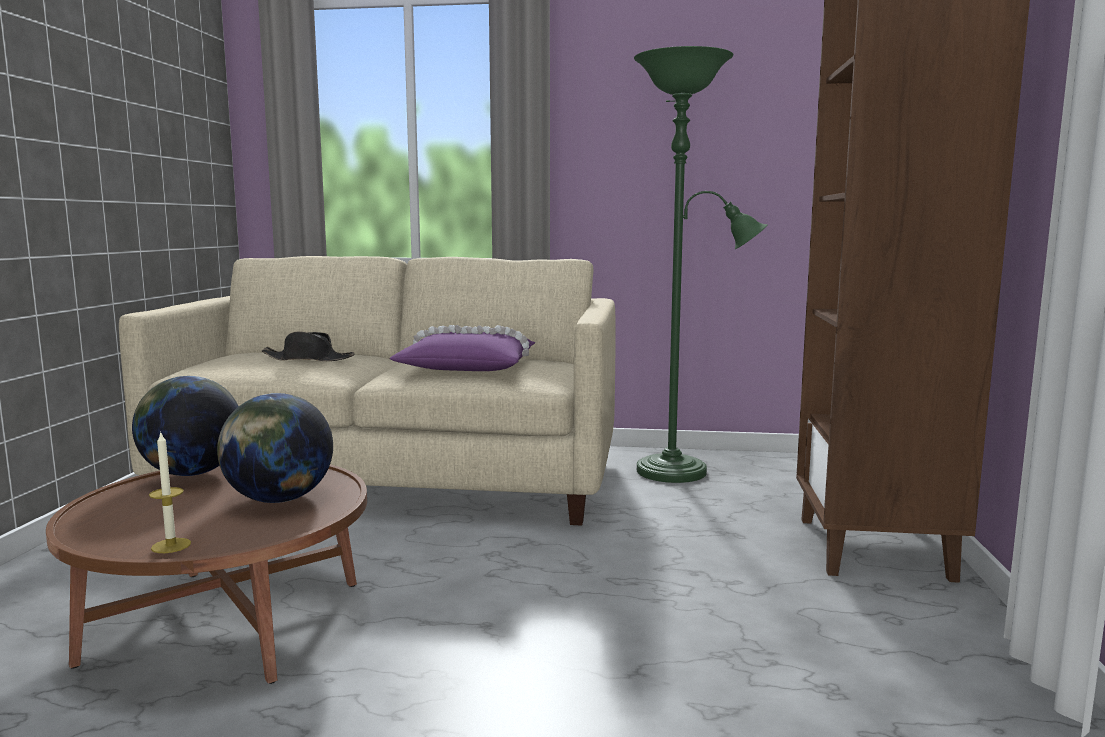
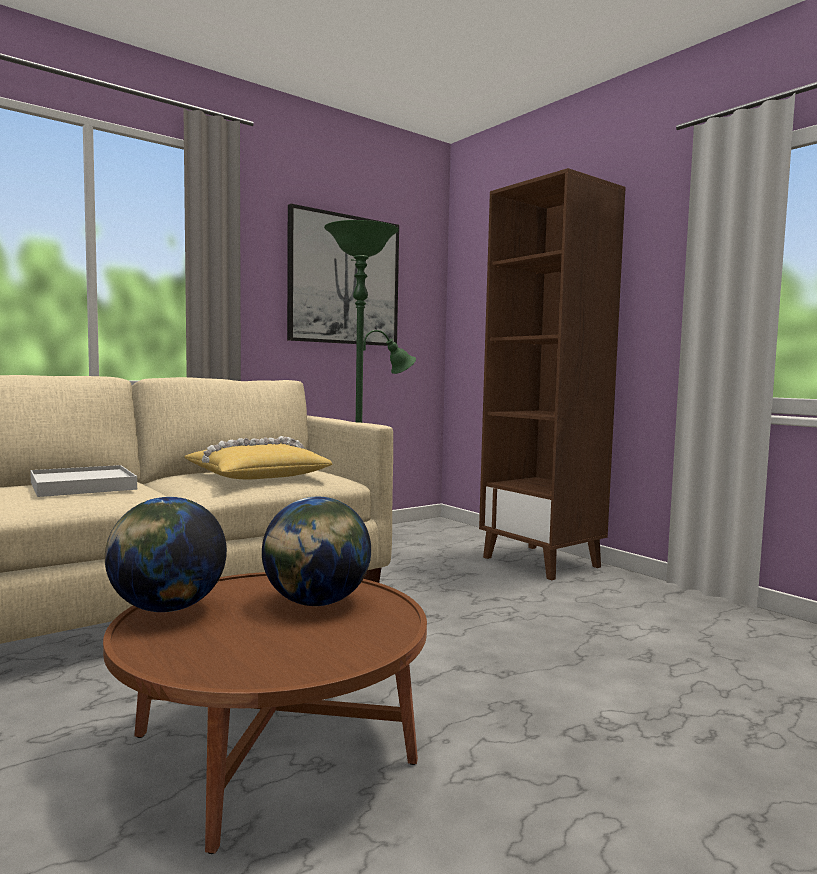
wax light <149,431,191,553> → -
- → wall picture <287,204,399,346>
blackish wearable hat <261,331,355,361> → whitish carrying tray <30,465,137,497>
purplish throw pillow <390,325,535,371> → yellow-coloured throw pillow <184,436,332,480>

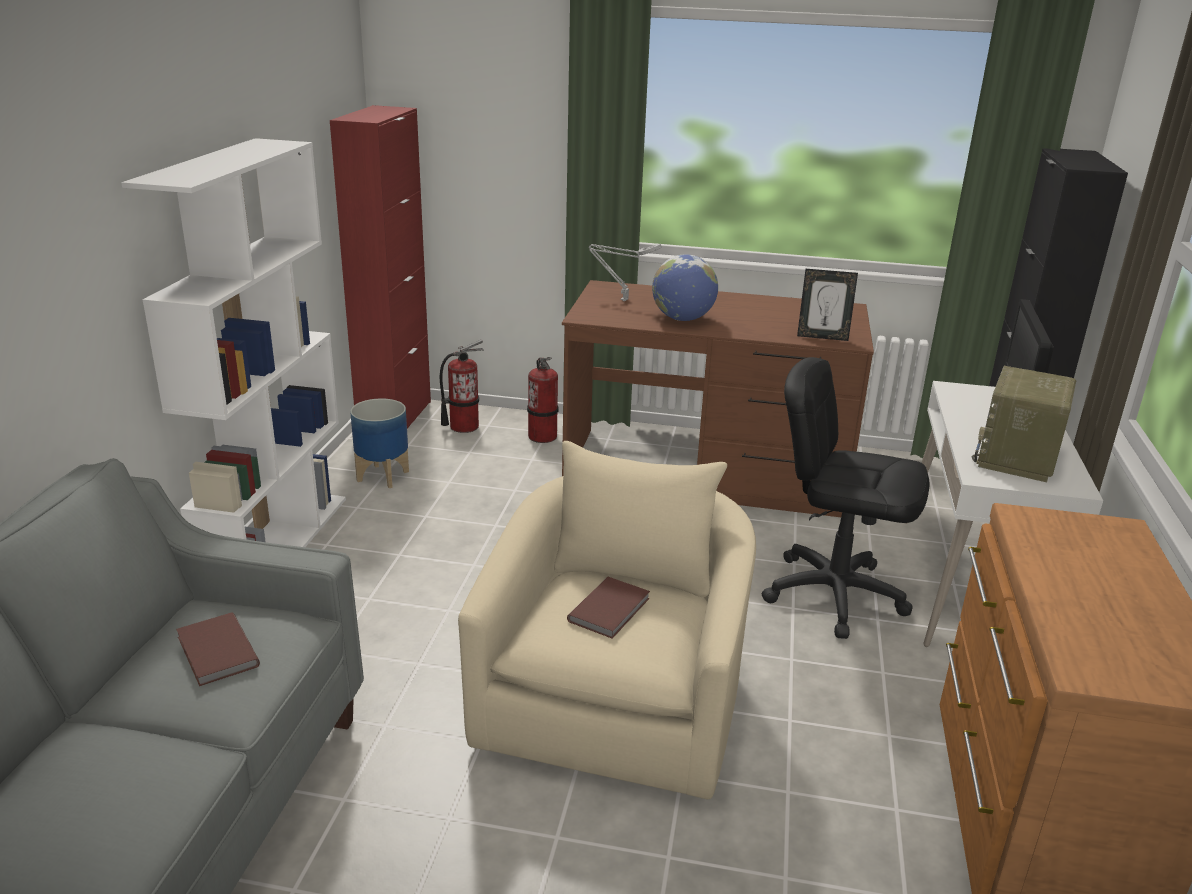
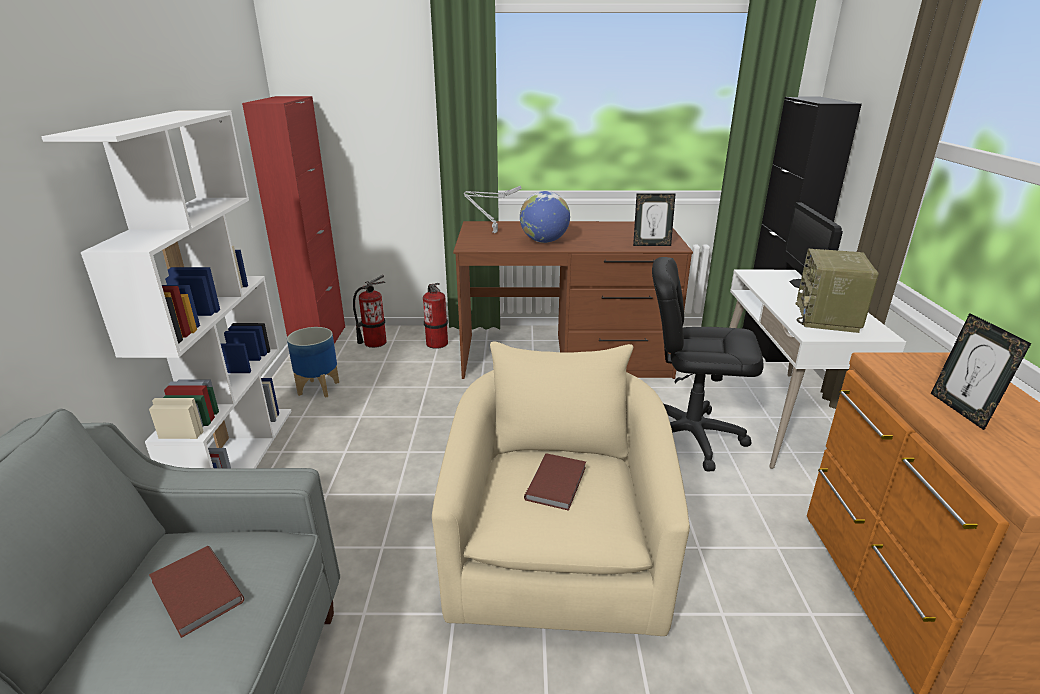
- → picture frame <931,313,1031,430>

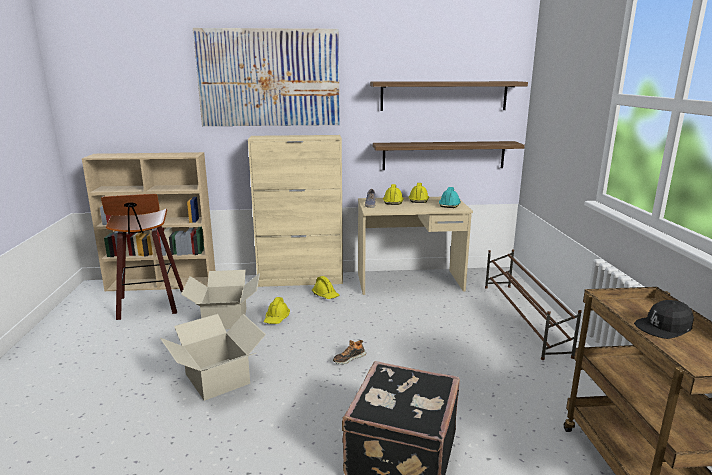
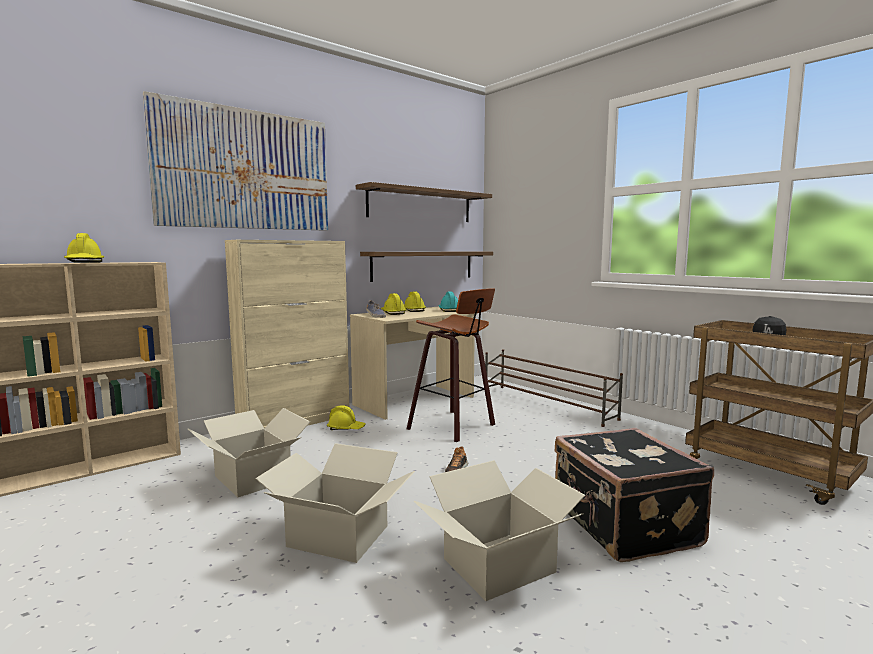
- → cardboard box <414,460,585,601>
sitting stool <101,194,184,320> → sitting stool <407,288,495,442>, shifted
yellow-coloured work helmet <264,297,290,324> → yellow-coloured work helmet <64,233,104,263>, shifted

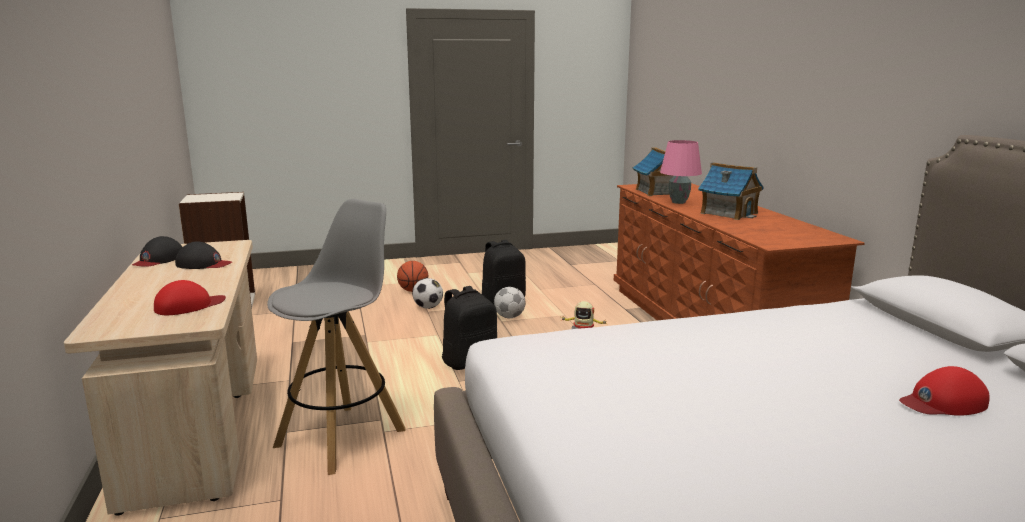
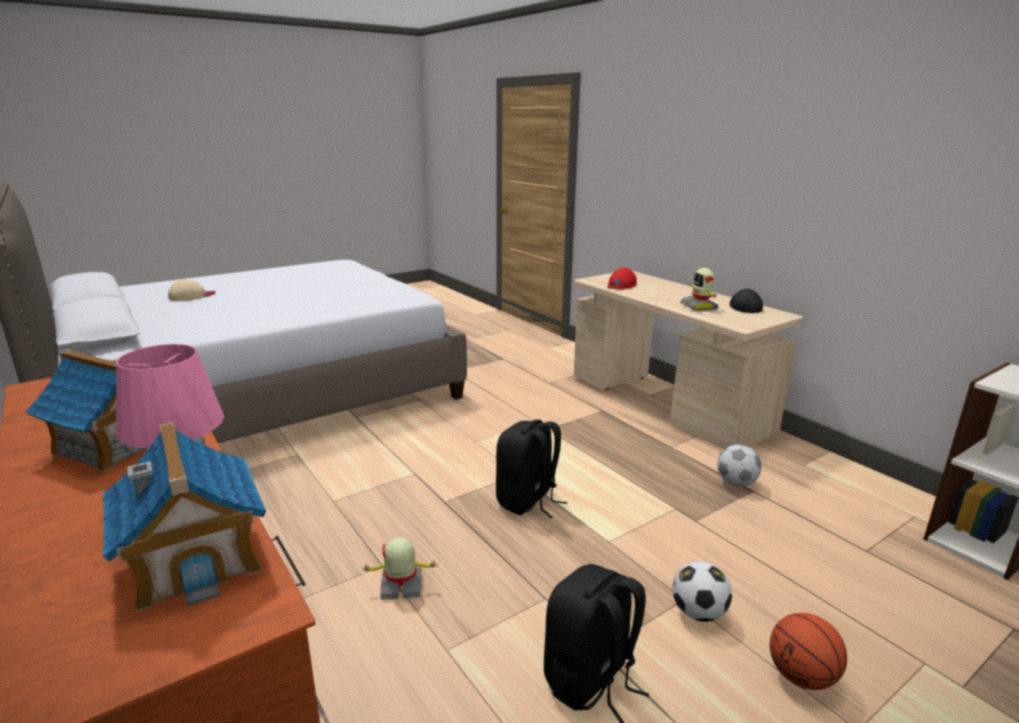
gray sitting stool <267,199,405,475> → -
football <494,287,526,318> → football <717,444,762,487>, shifted
blackish peaked cap <175,241,232,269> → model robot <680,268,719,311>
reddish peaked cap <899,366,990,416> → sand-coloured peaked cap <168,279,216,301>

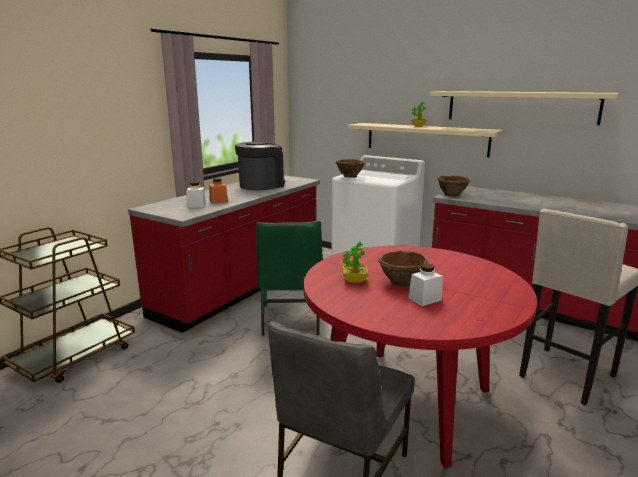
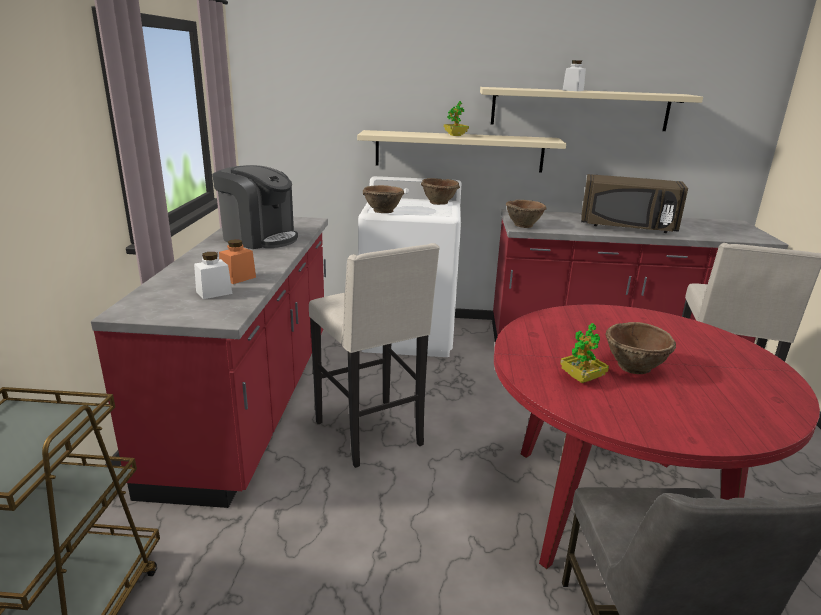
- → brown bowl <421,178,460,205>
- → brown kitchen microwave <581,174,688,233>
whitish jar <409,264,443,306> → whitish jar <562,60,586,91>, shifted
greenish chair <256,221,323,336> → sand-coloured sitting stool <309,243,440,468>
coffee machine <235,142,285,191> → coffee machine <212,165,298,249>, 105 degrees clockwise

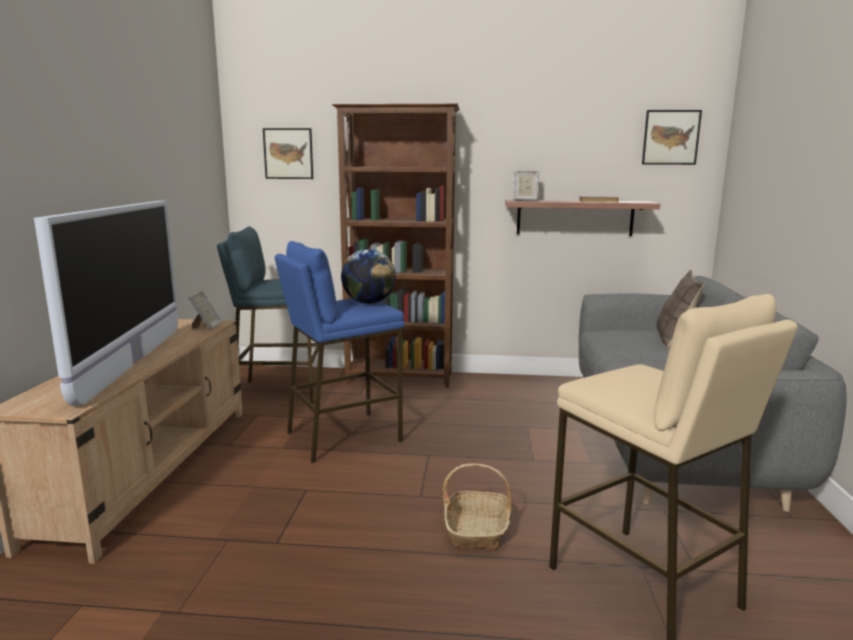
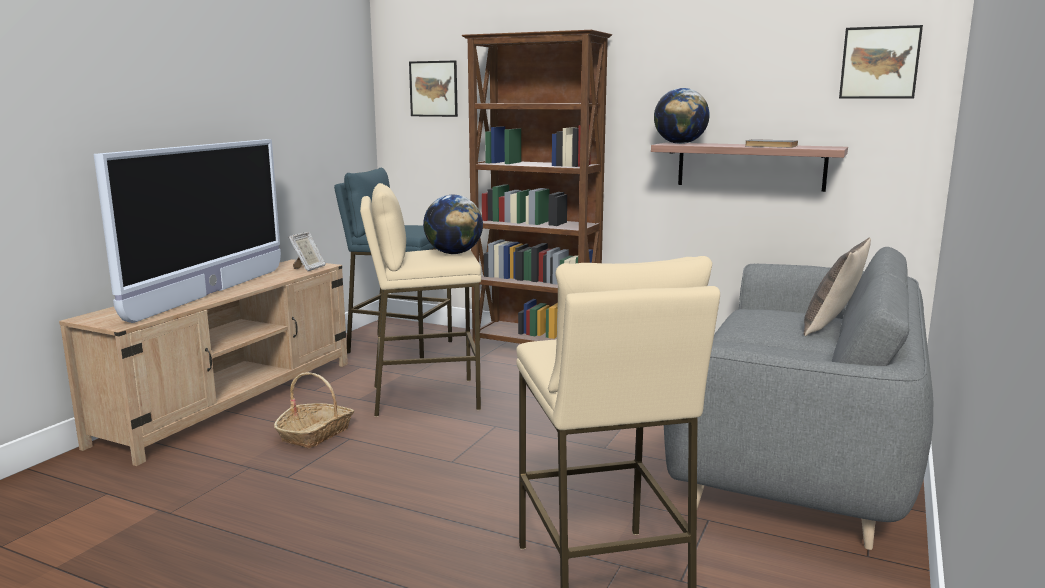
basket <443,463,512,551> → basket <274,372,354,449>, shifted
picture frame <513,170,539,201> → globe <654,88,710,144>
bluish sitting stool <275,241,404,463> → sand-coloured sitting stool <360,183,481,417>

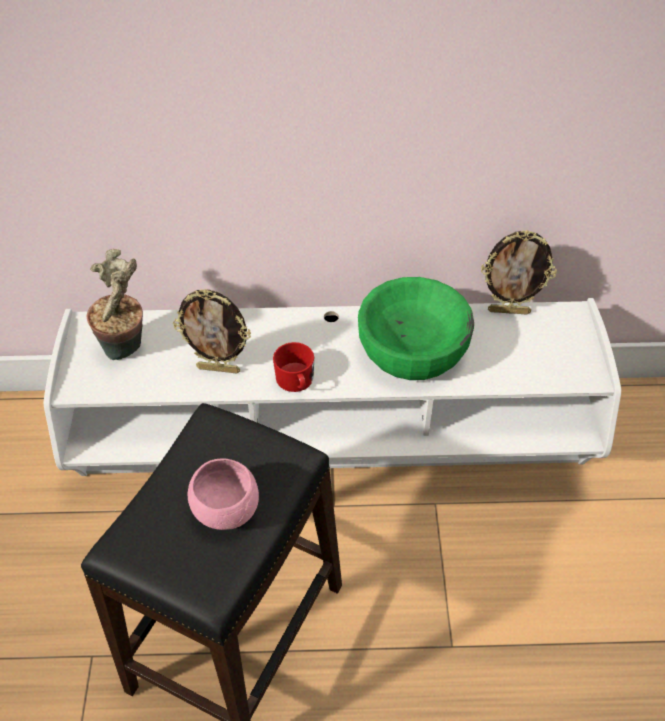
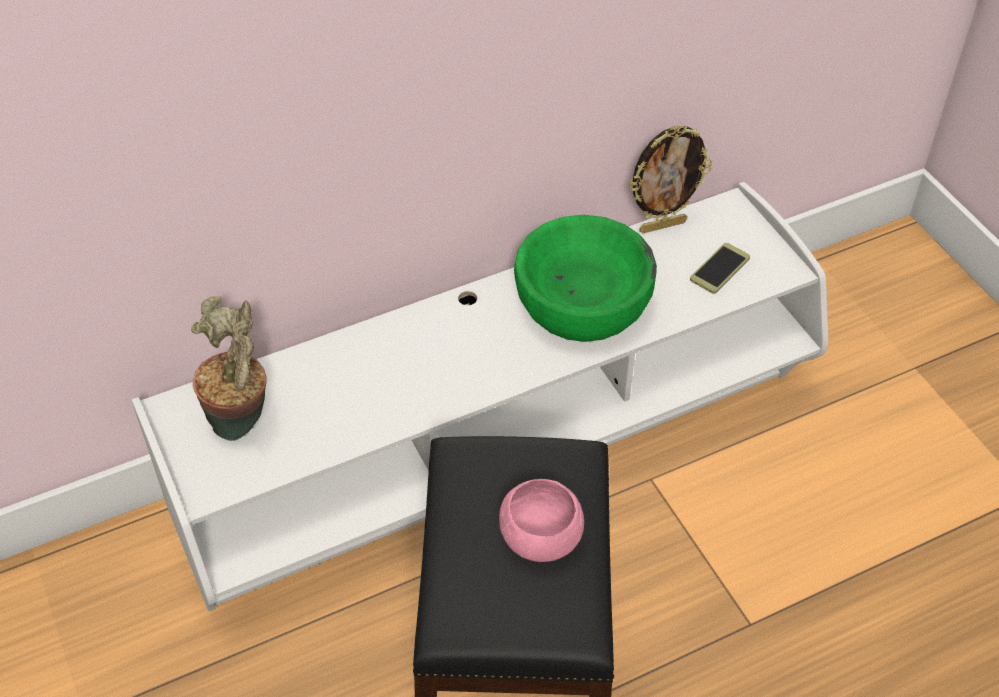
picture frame <173,289,251,374> → -
reddish tea mug <273,342,314,392> → -
- → handset <690,243,750,294>

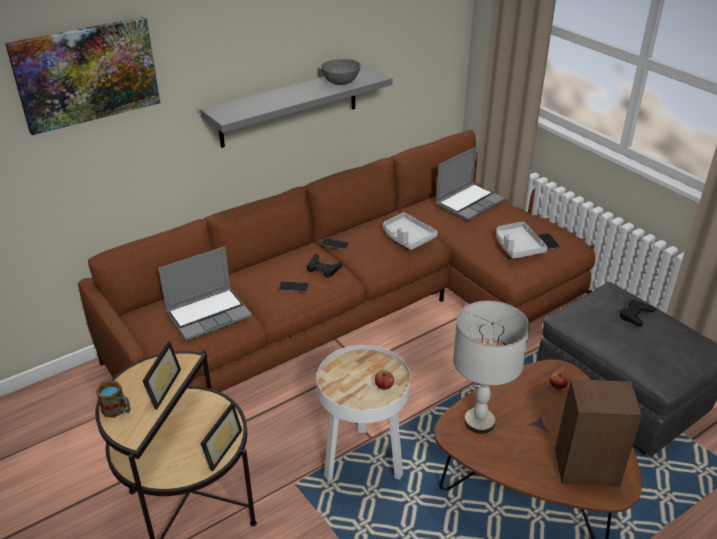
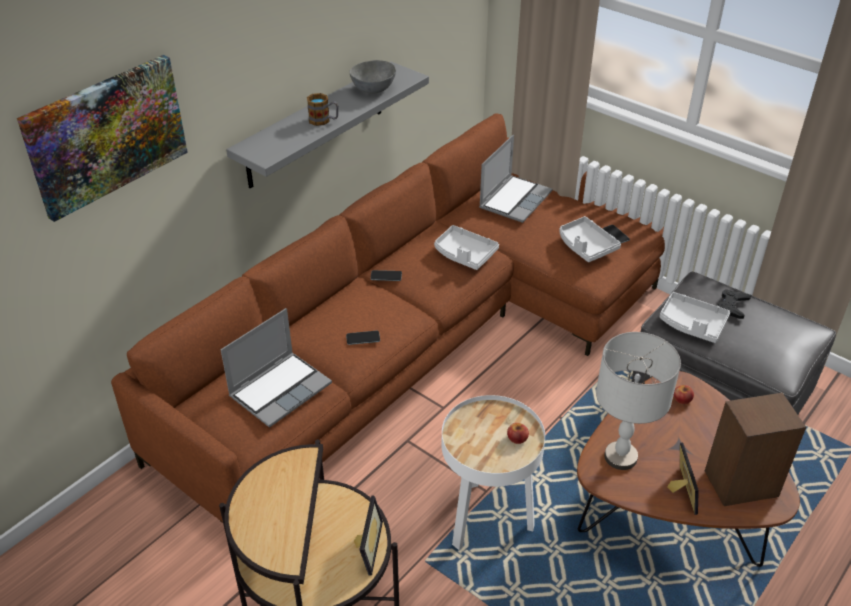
blackish gamepad <307,254,342,278> → -
- → gray carrying tray <660,292,730,343>
tea mug <96,381,131,418> → tea mug <307,93,338,126>, shifted
picture frame <143,342,181,409> → picture frame <667,443,699,515>, shifted

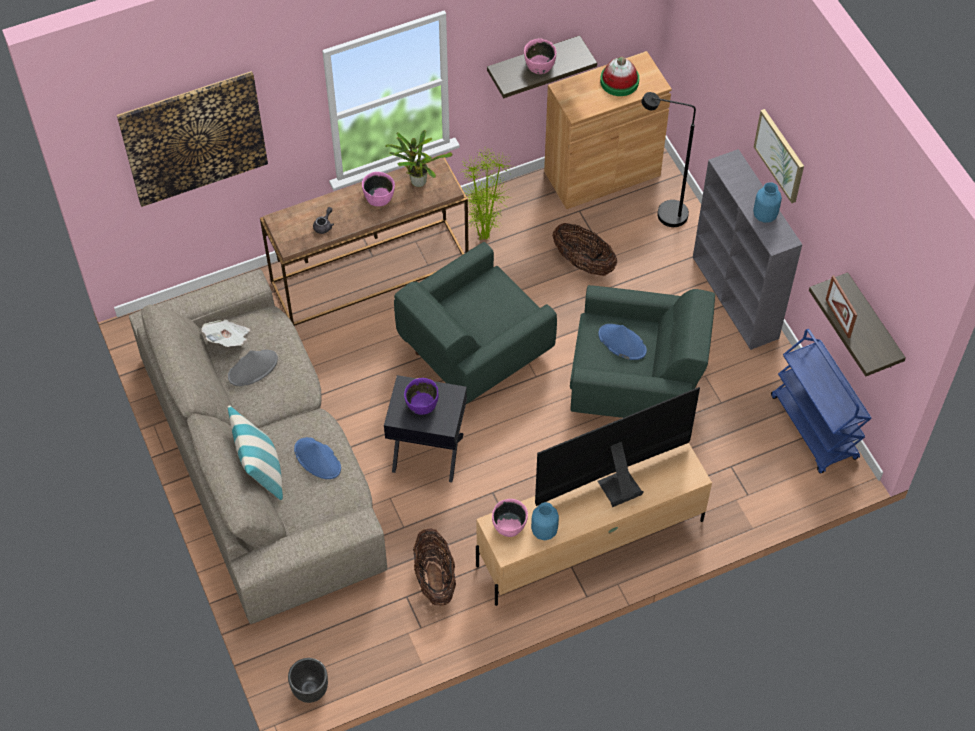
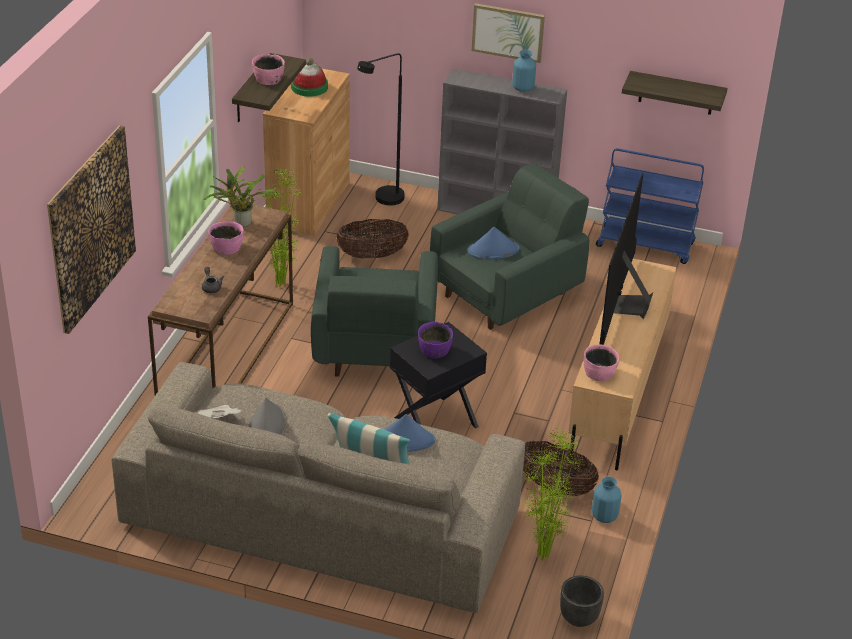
picture frame <826,275,857,338> → -
- → houseplant <521,429,583,561>
bluish flower vase <531,502,559,540> → bluish flower vase <592,477,621,523>, shifted

